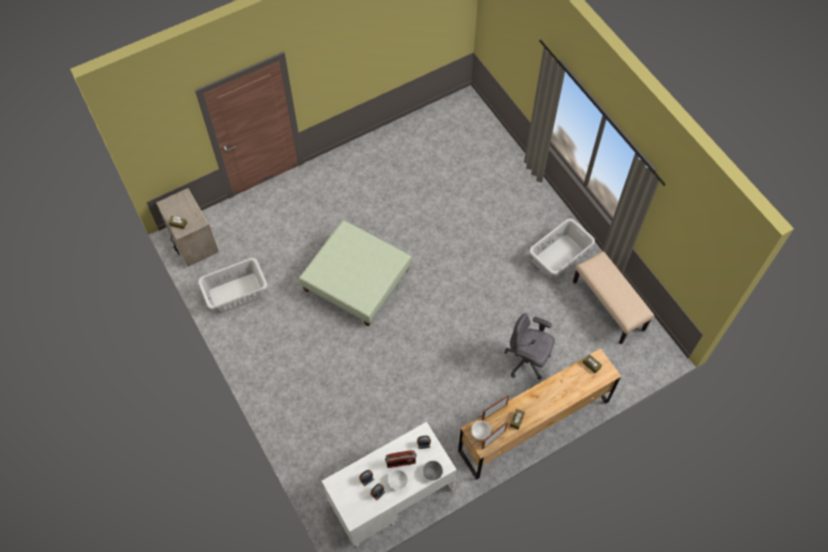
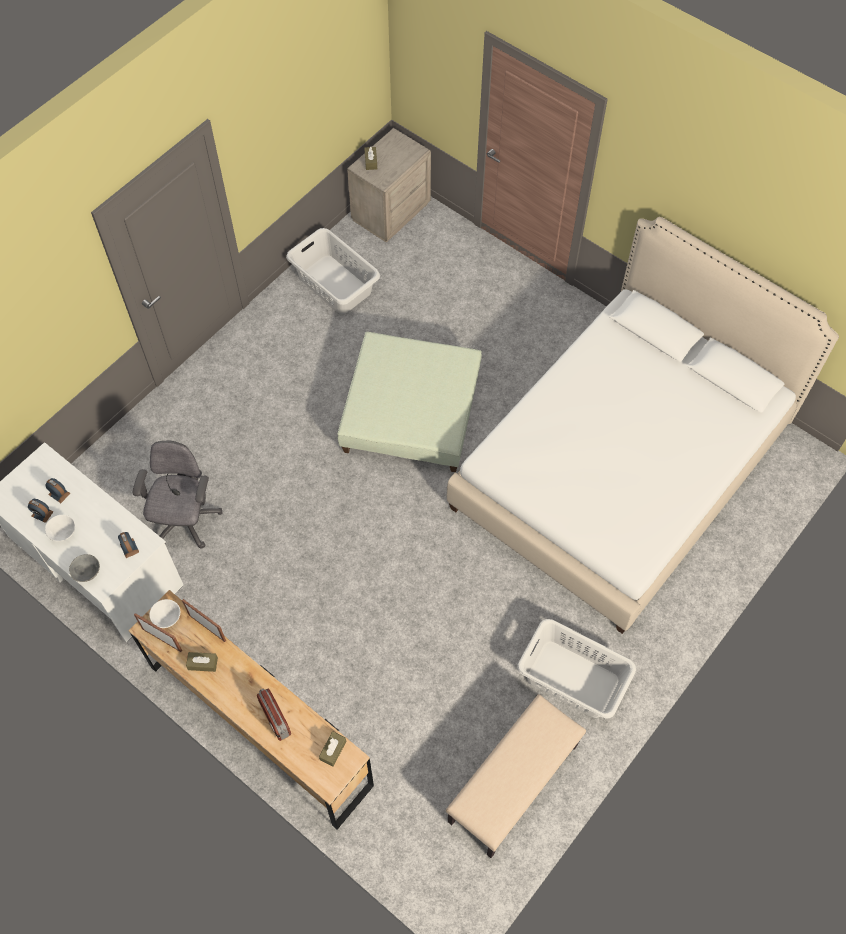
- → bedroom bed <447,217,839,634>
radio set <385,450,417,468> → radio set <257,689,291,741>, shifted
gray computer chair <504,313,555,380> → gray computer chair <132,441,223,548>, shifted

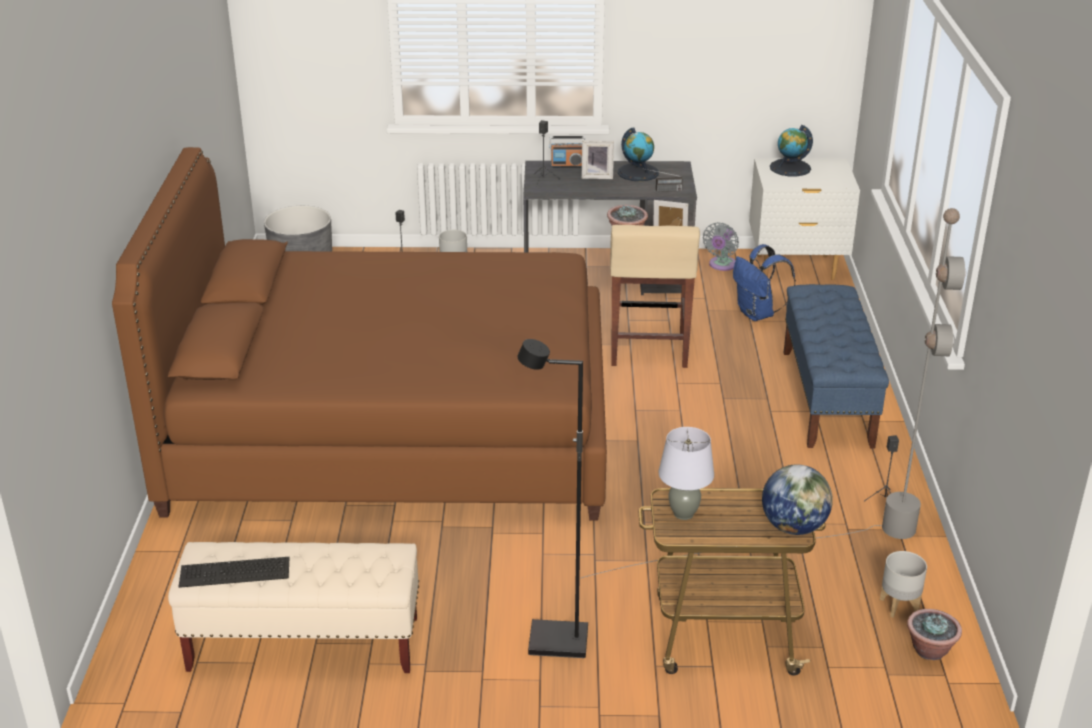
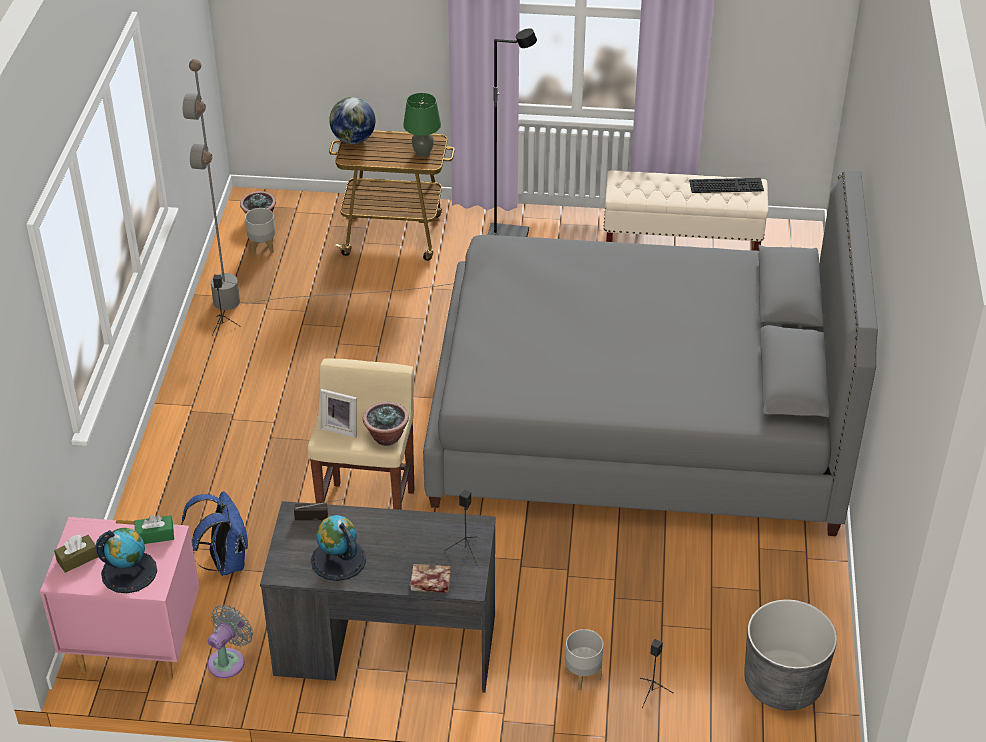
picture frame <582,140,614,179> → -
bluish bench <784,284,889,448> → -
- → brown tissue box <54,534,98,573>
- → greenish tissue box <134,515,174,544>
radio set <549,136,586,168> → bound book <410,564,451,593>
brown bedroom bed <112,147,607,520> → gray bedroom bed <423,170,878,536>
gray lamp for a table <658,427,714,520> → greenish lamp for a table <403,93,441,157>
whitish night table <749,158,860,280> → pinkish night table <40,517,199,680>

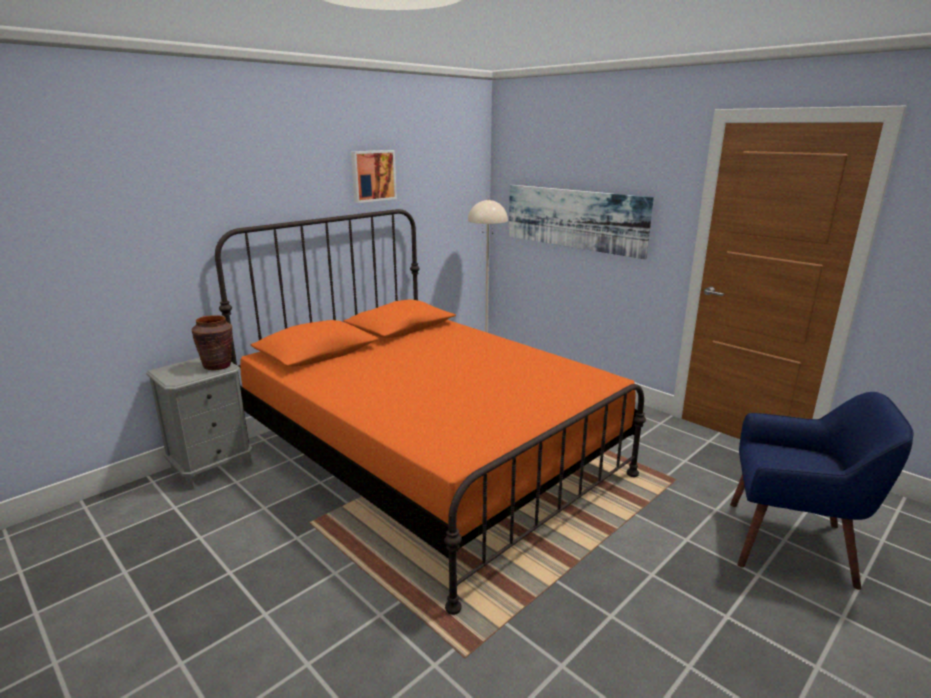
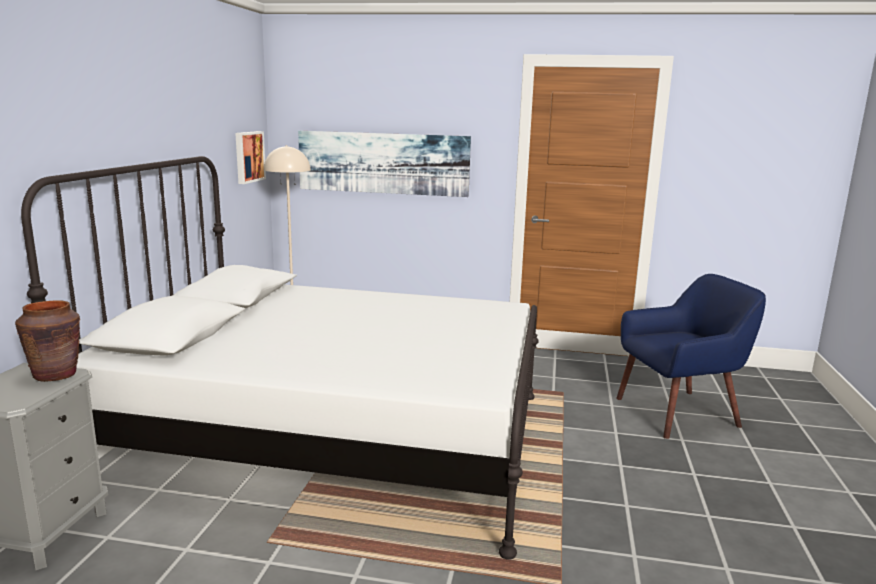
wall picture <351,150,397,203> → wall picture <235,131,266,184>, shifted
orange-coloured bedroom bed <215,209,646,615> → whitish bedroom bed <21,156,539,560>

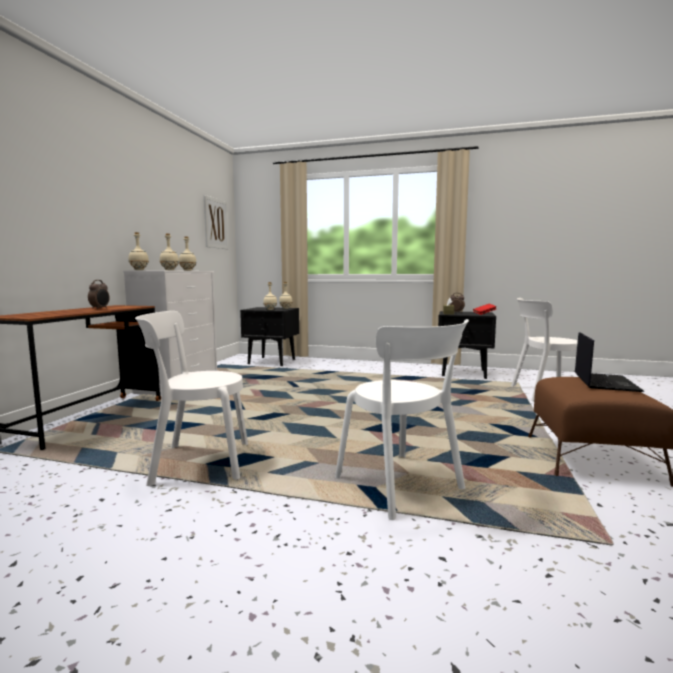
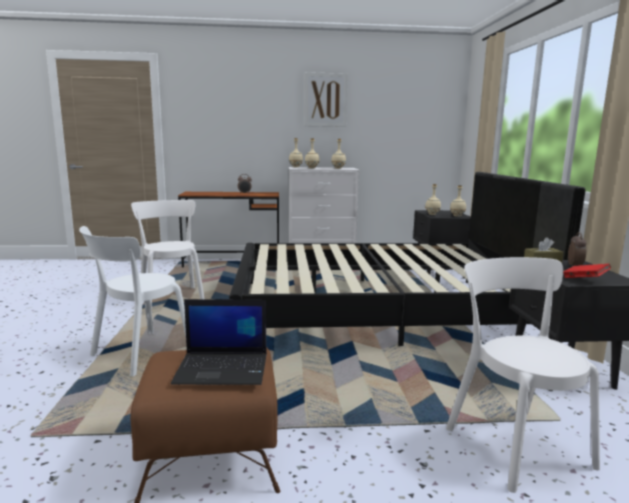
- → blackish bedroom bed <229,172,585,346>
wall picture <204,195,229,249> → wall picture <304,72,348,127>, shifted

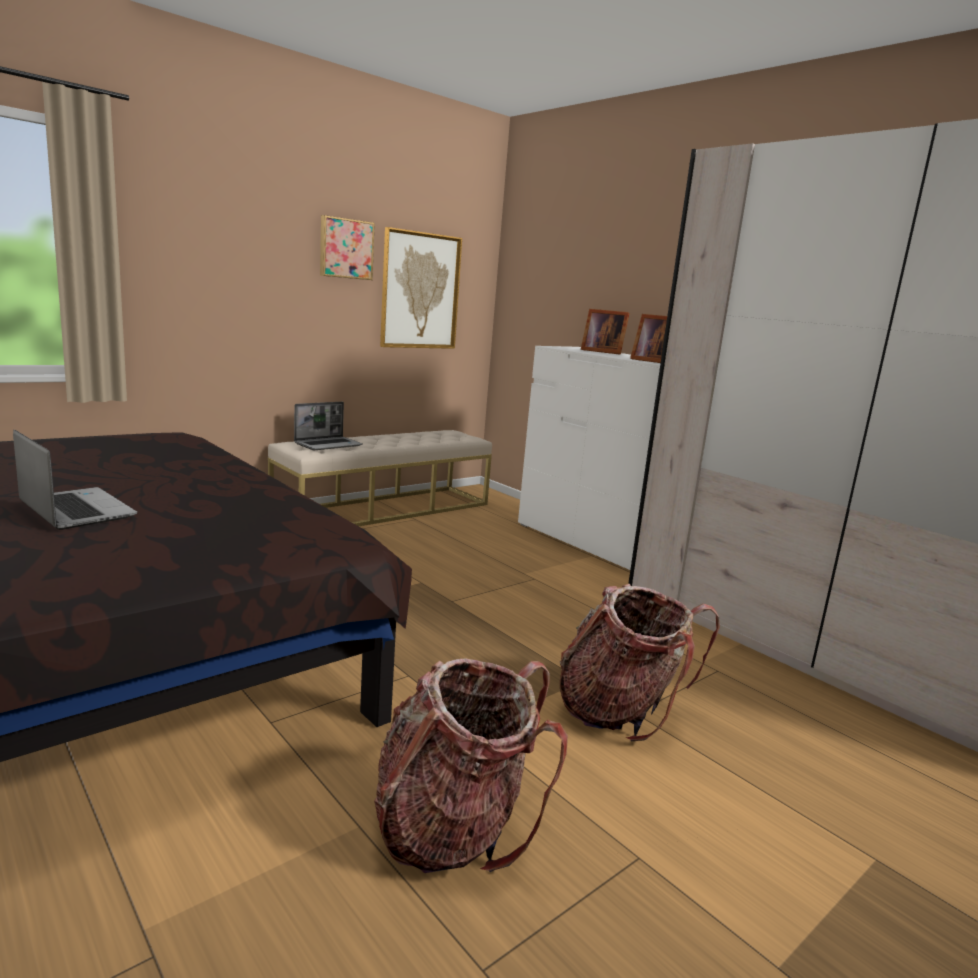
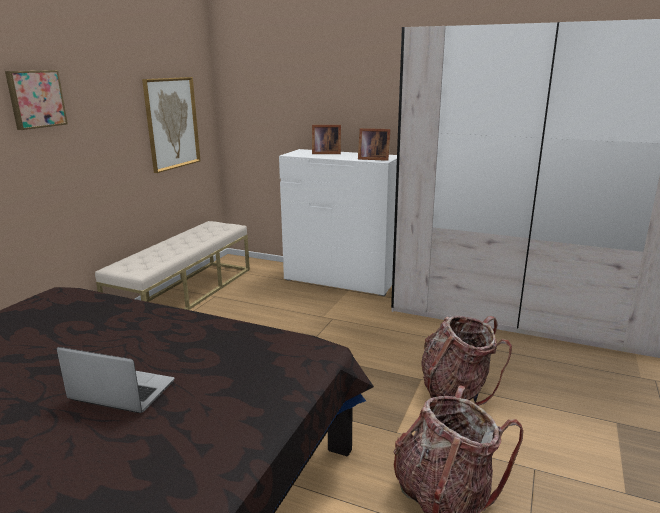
portable computer <294,402,363,450> → -
wall picture <320,215,375,280> → wall picture <5,70,68,130>, shifted

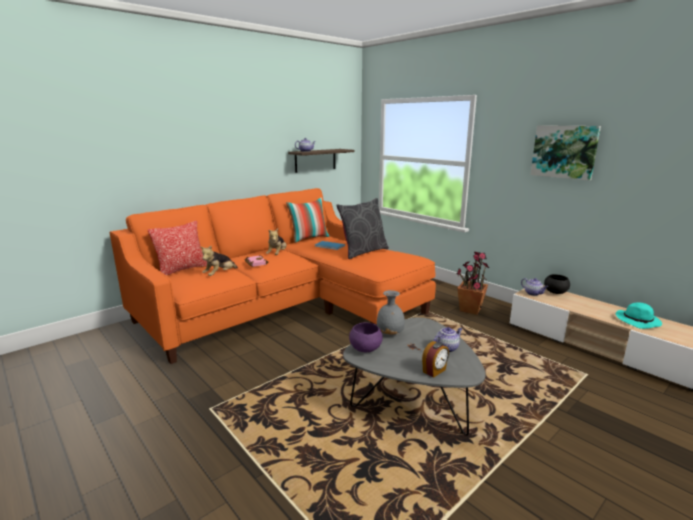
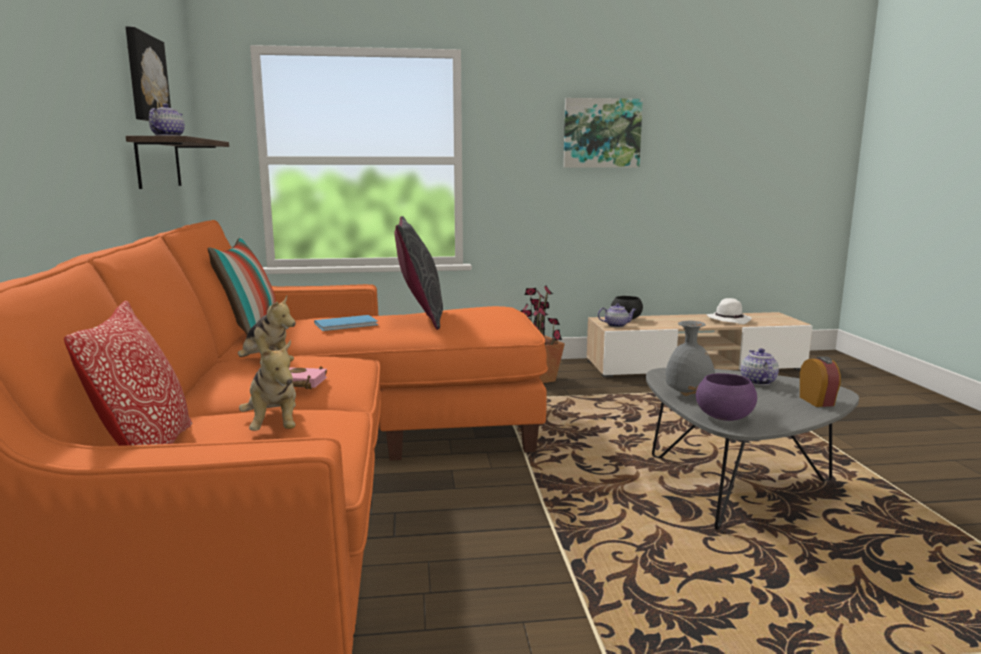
- → wall picture <125,26,171,121>
turquoise wearable hat <616,302,662,329> → whitish wearable hat <706,298,752,324>

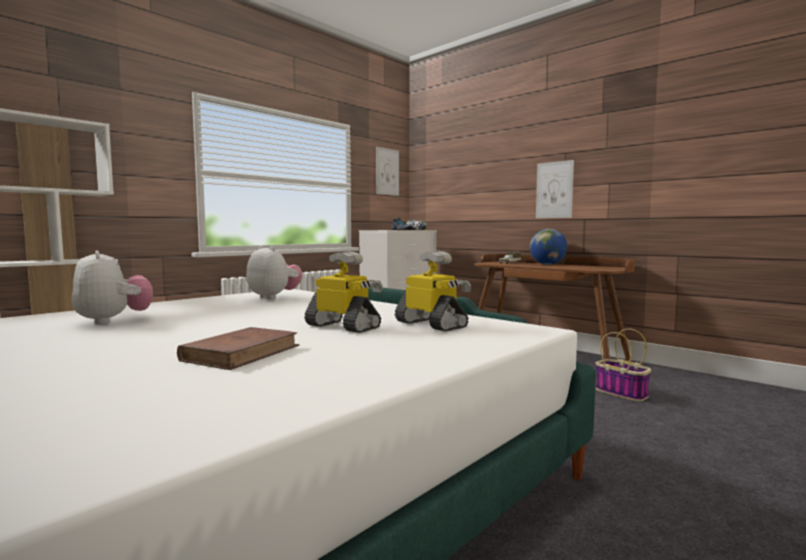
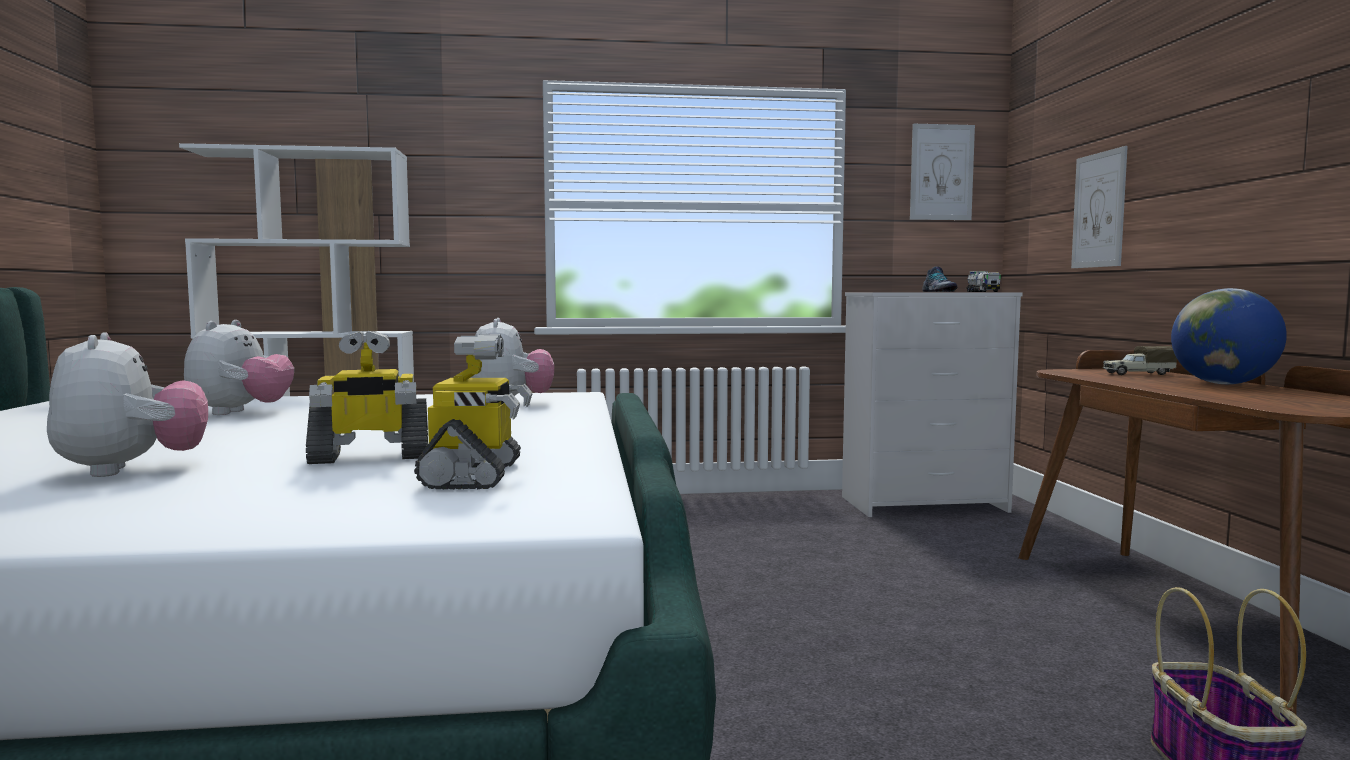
wall picture <536,160,574,218> → wall picture <1071,146,1128,268>, shifted
brown bound book <177,327,299,370> → cuddly toy <47,332,208,477>
model robot <304,251,383,333> → model robot <306,331,428,464>, 90 degrees clockwise

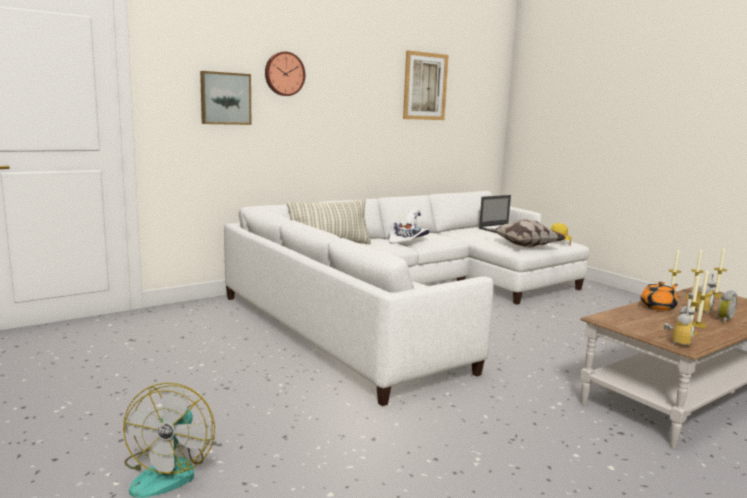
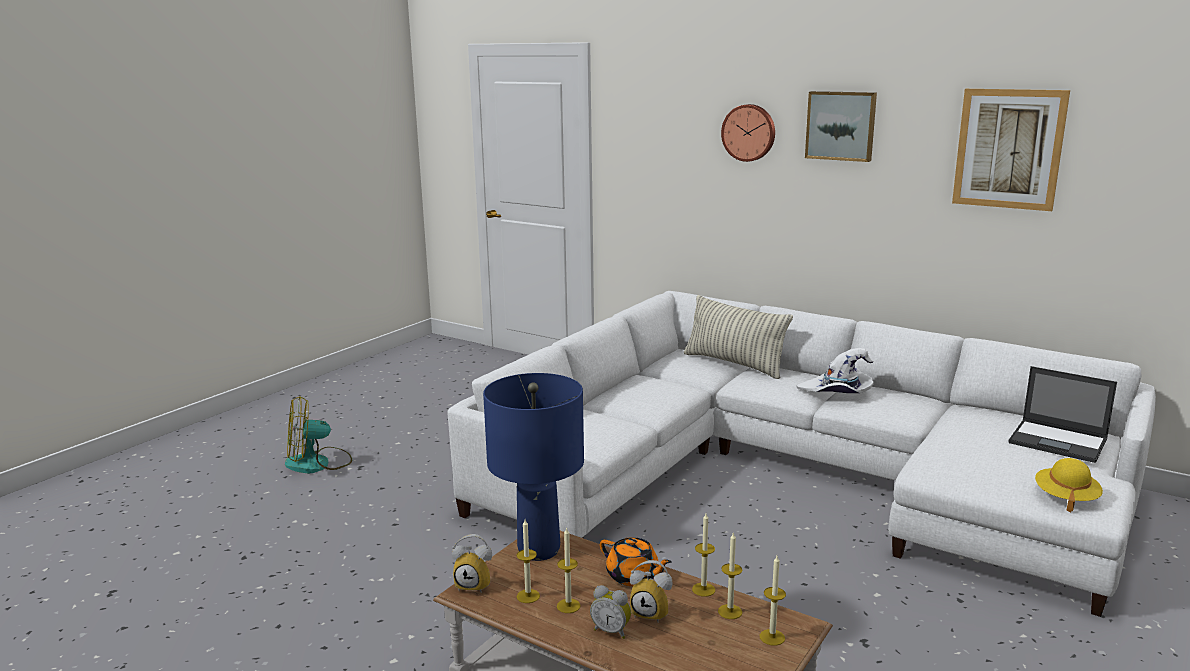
throw pillow <488,220,566,248> → -
- → bluish lamp for a table <483,373,584,561>
wall picture <200,71,251,125> → wall picture <805,91,877,162>, shifted

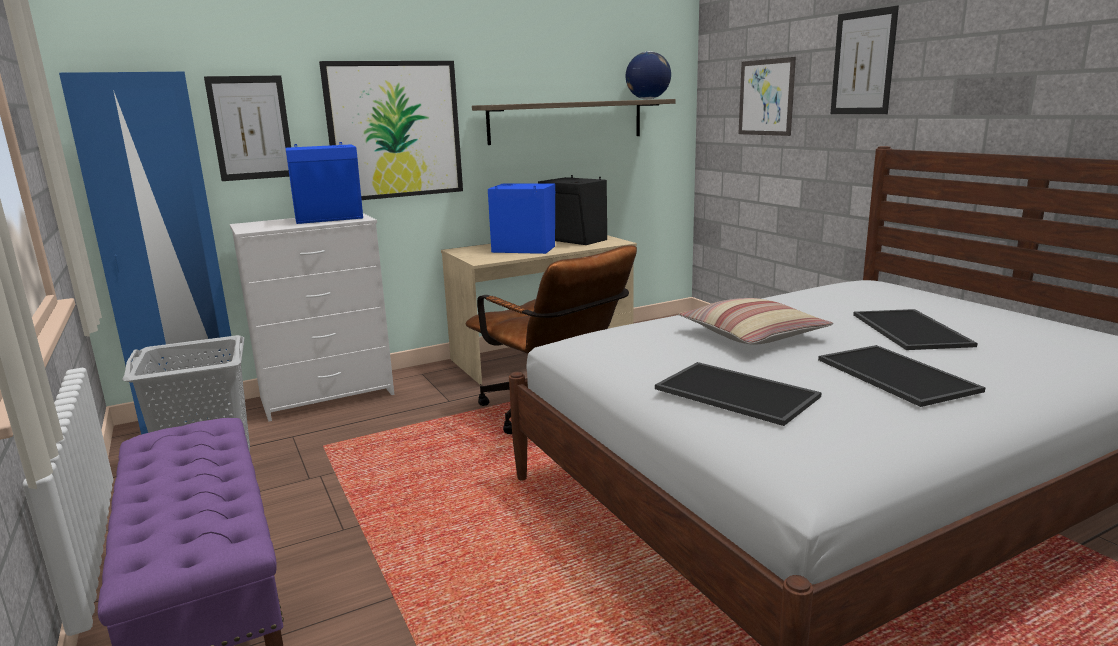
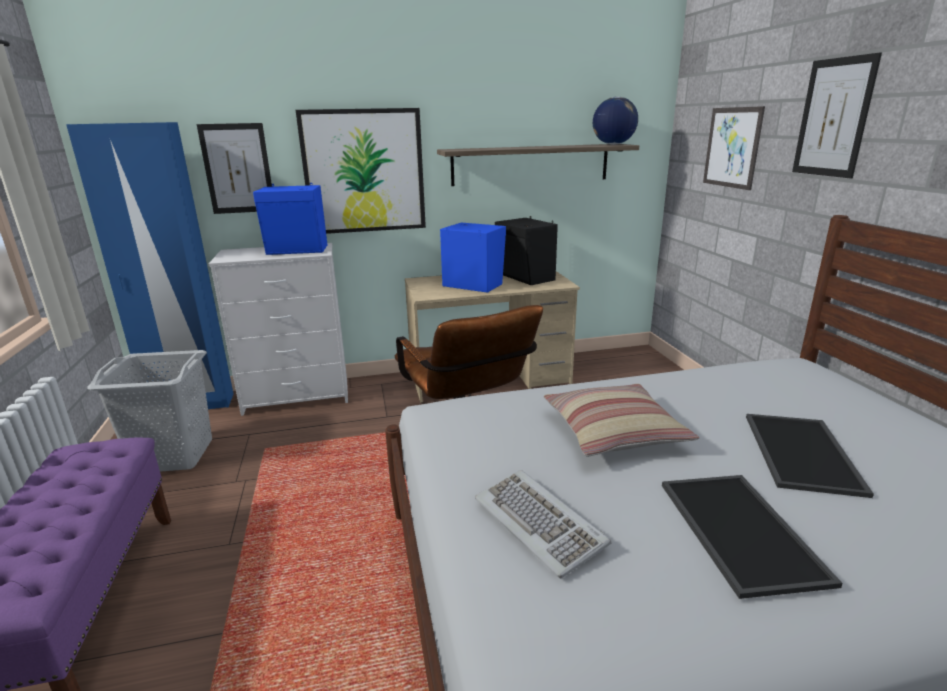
carrying tray <655,362,822,426> → keyboard <475,470,611,578>

